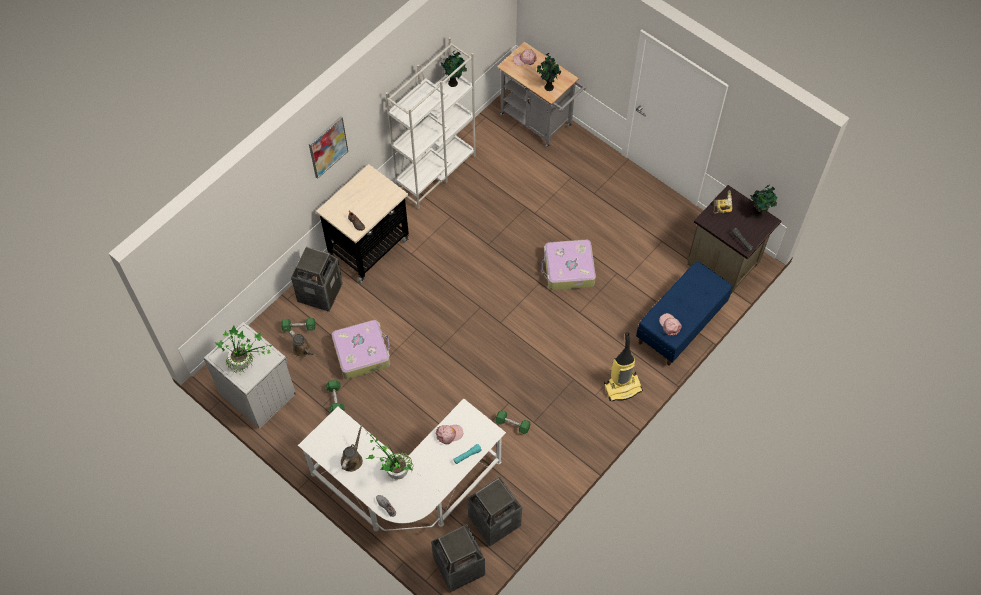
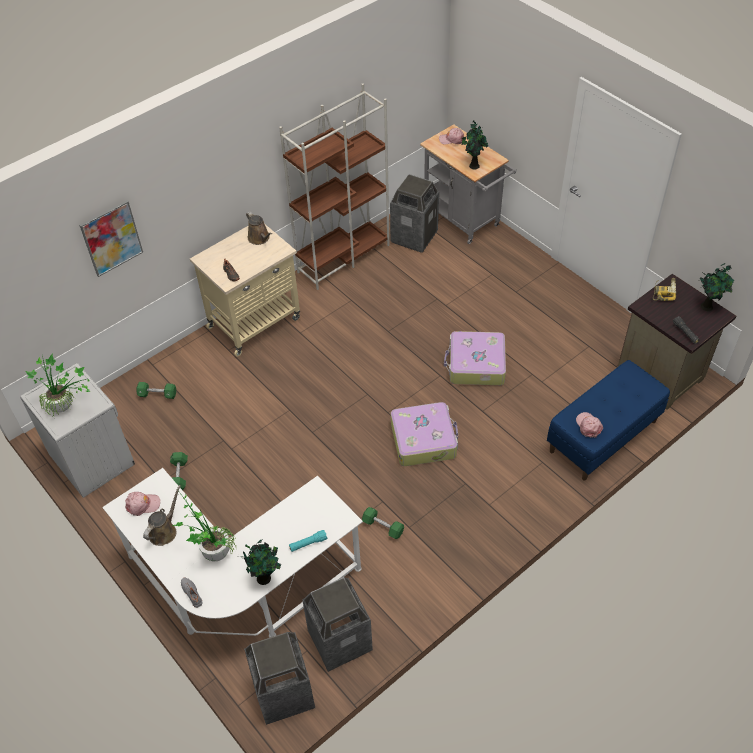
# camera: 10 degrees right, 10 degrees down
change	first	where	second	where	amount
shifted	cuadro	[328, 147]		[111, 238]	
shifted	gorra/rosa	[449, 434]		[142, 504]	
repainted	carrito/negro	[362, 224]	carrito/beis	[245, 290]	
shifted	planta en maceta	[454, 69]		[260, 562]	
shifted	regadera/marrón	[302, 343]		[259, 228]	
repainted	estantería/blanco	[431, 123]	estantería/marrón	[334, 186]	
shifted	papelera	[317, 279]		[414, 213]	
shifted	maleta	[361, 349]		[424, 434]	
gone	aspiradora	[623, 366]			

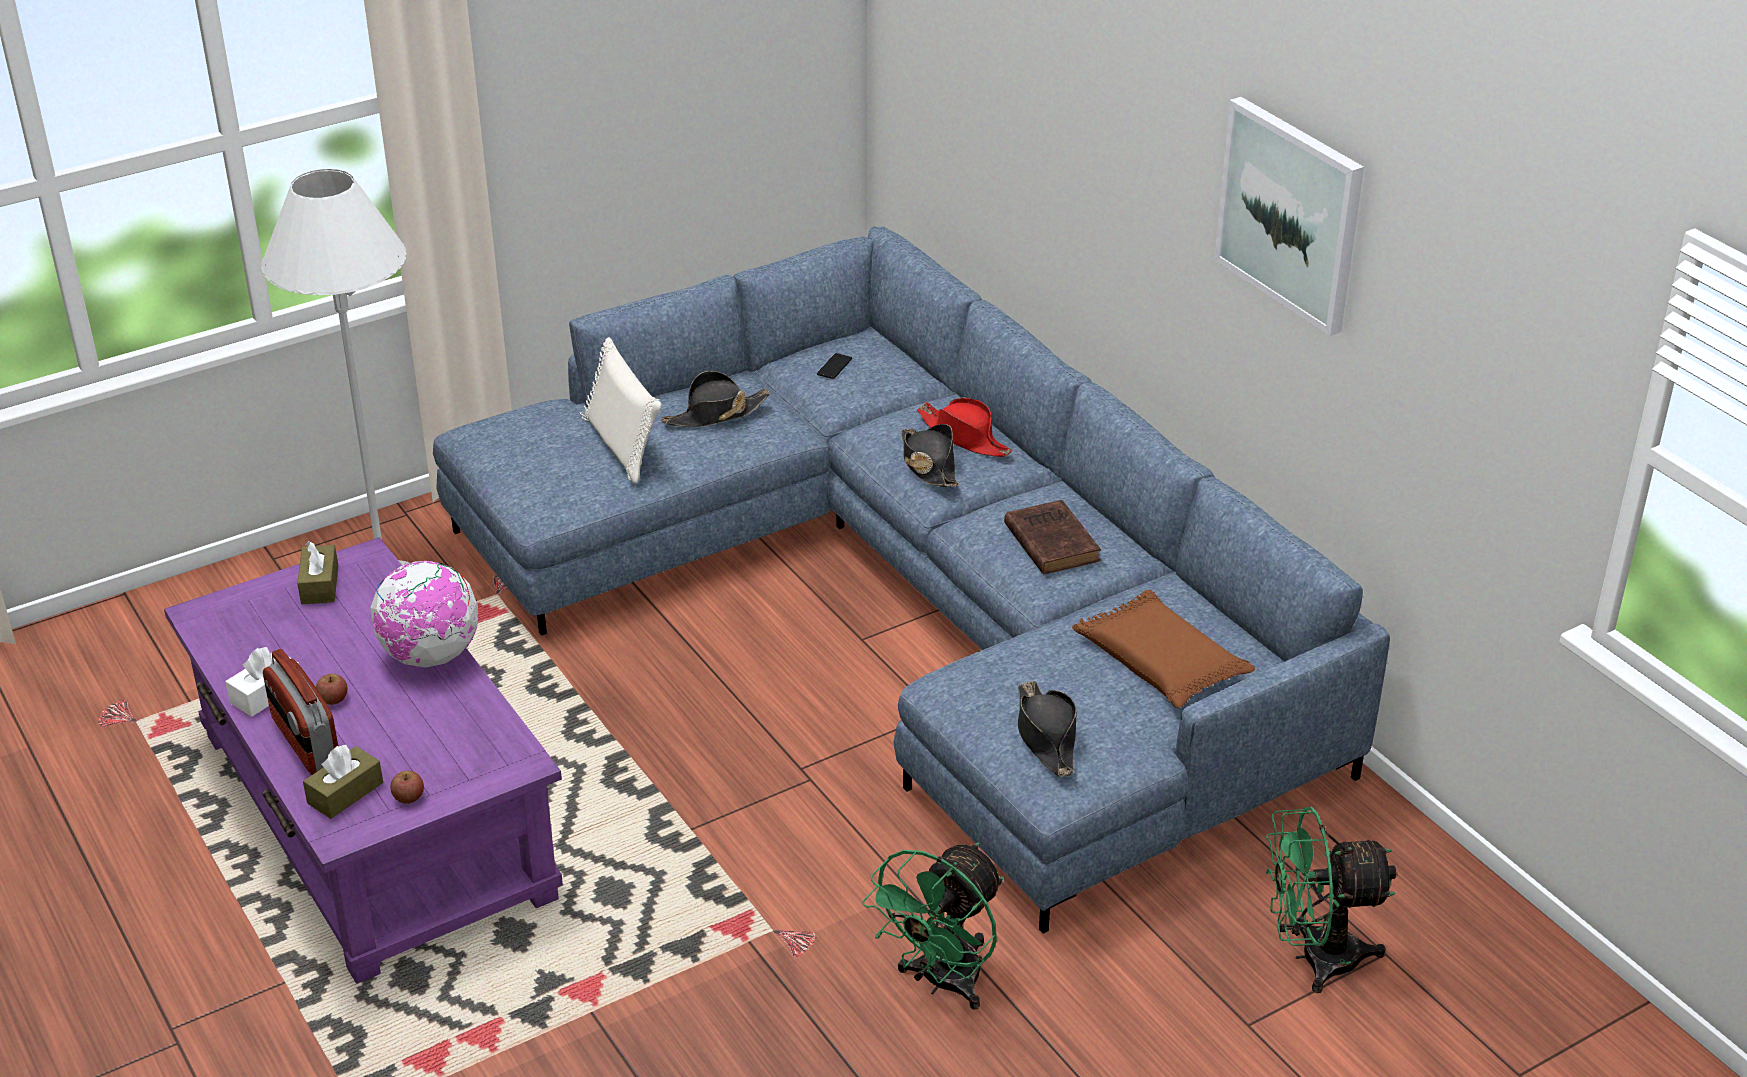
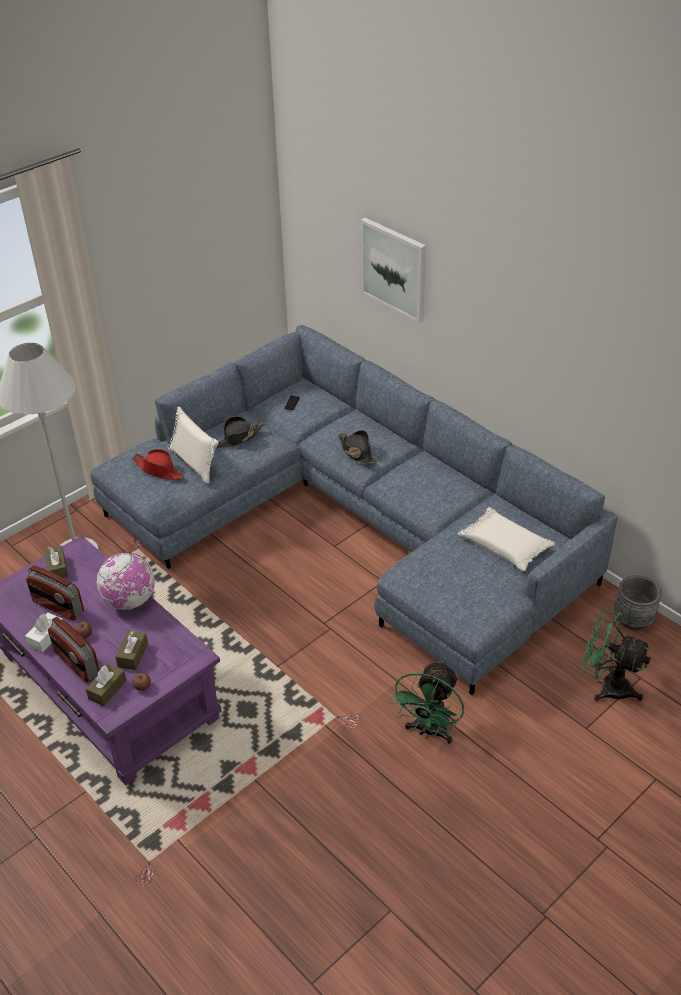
# camera: 10 degrees left, 5 degrees up
change	first	where	second	where	amount
new			radio	[55, 593]	
new			caja de pañuelos/marrón	[131, 650]	
shifted	sombrero/rojo	[964, 427]		[158, 464]	
shifted	cuadro	[1289, 216]		[393, 270]	
repainted	cojín/marrón	[1163, 648]	cojín/blanco	[506, 539]	
rotated	ventilador/verde	[1331, 900]		[616, 655]	45 degrees clockwise
new			maceta/gris	[638, 602]	
gone	libro/marrón	[1052, 537]			
gone	sombrero/negro	[1047, 729]			

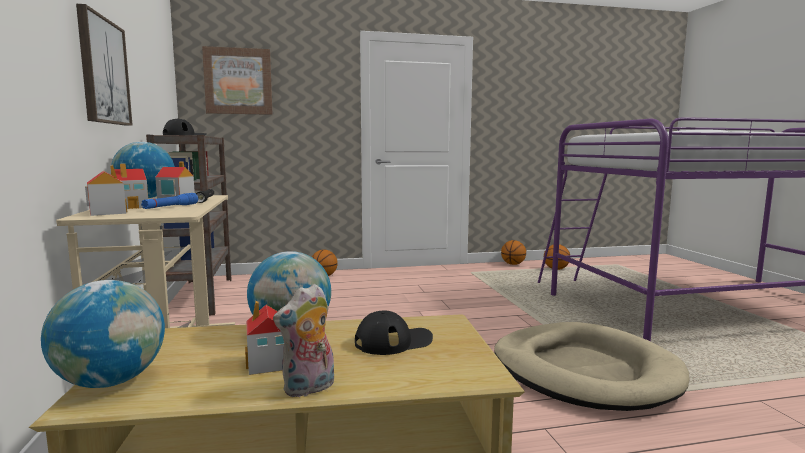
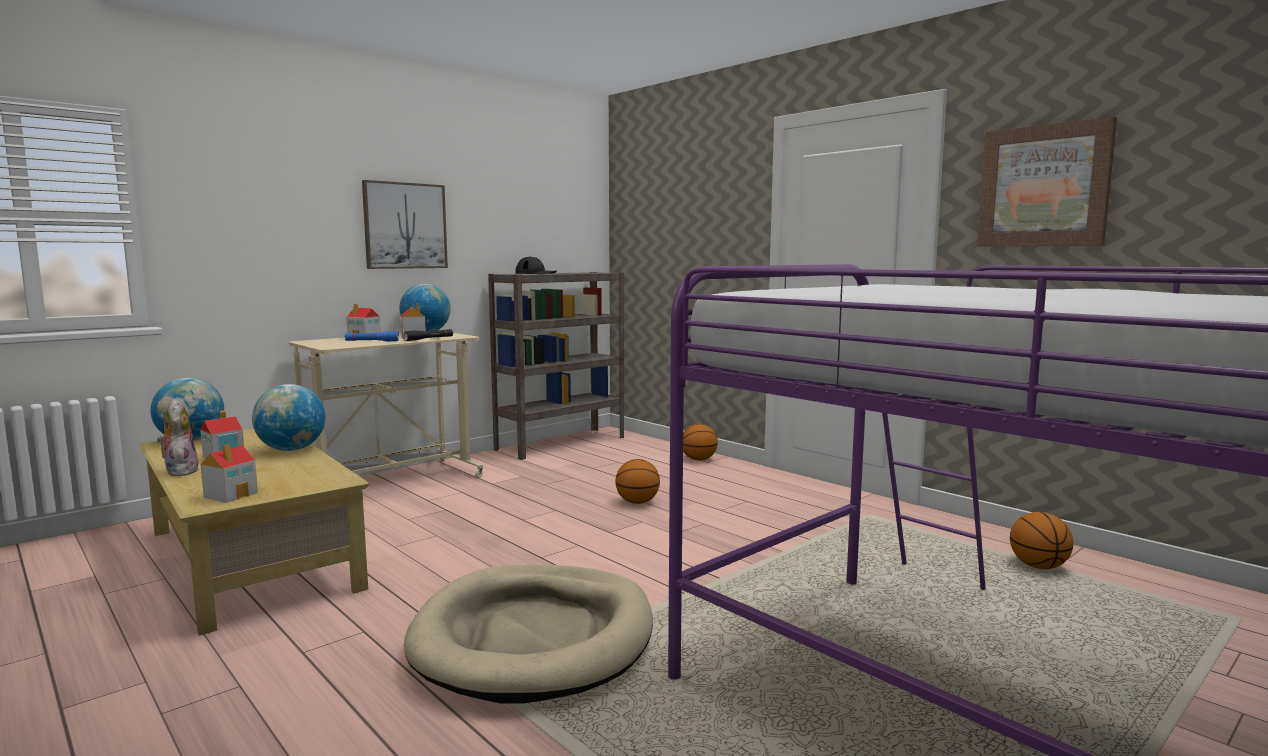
# camera: 60 degrees right, 0 degrees up
change	first	where	second	where	amount
rotated	peluche	[303, 341]		[178, 437]	45 degrees clockwise
shifted	casita	[106, 190]		[229, 473]	
shifted	balón de baloncesto	[513, 252]		[637, 481]	
shifted	cuadro	[237, 80]		[1047, 182]	
gone	gorra/negro	[394, 333]			

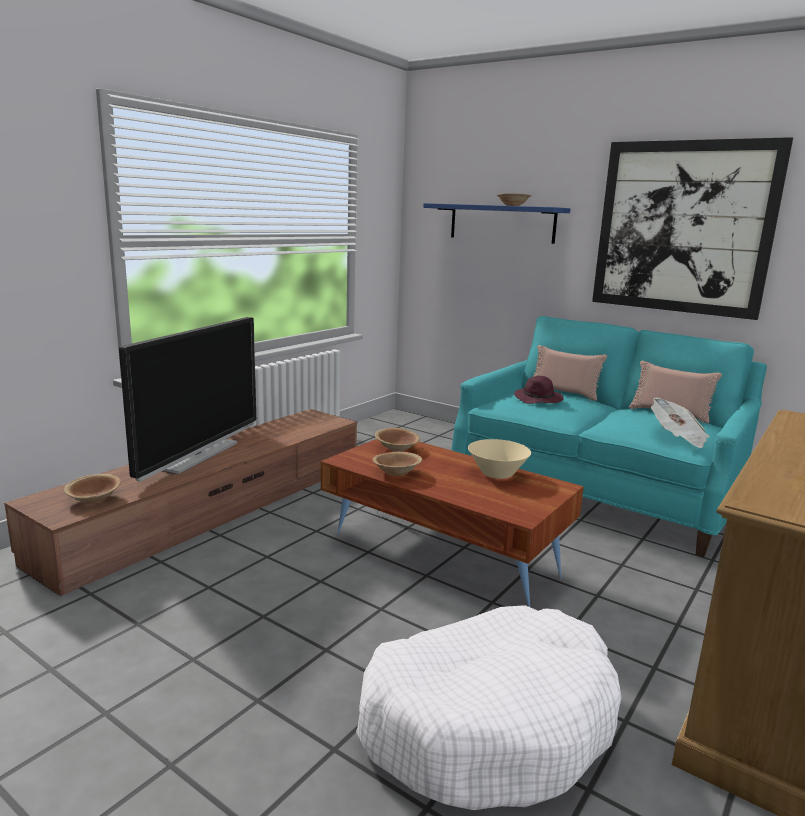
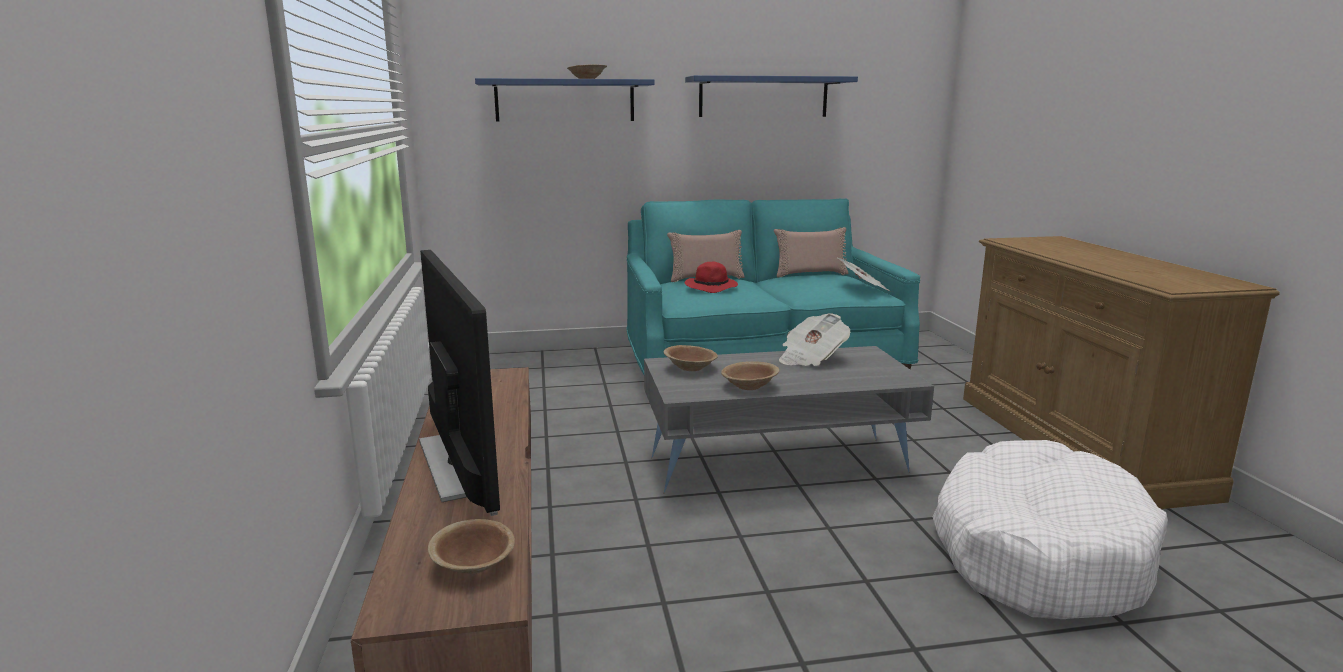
# camera: 45 degrees left, 0 degrees up
change	first	where	second	where	amount
repainted	mesa de centro/marrón	[452, 523]	mesa de centro/gris	[789, 419]	
repainted	sombrero/morado	[539, 390]	sombrero/rojo	[711, 277]	
swapped	cuadro	[692, 228]	estante/azul	[771, 96]	
swapped	cuenco/beis	[499, 459]	periódico	[814, 339]	

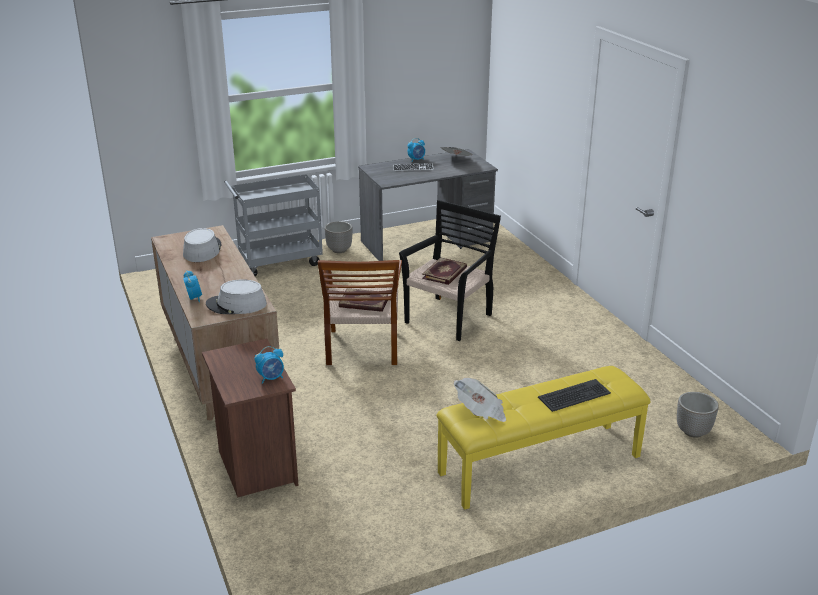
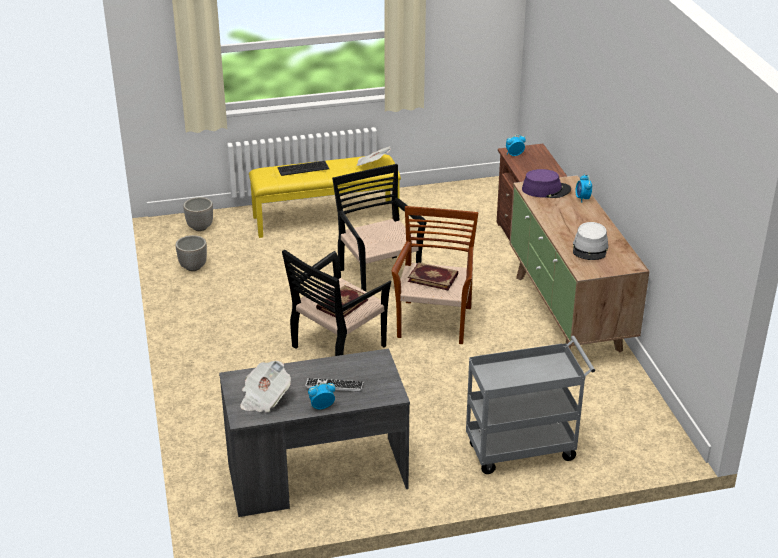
# camera: 170 degrees left, 5 degrees up
change	first	where	second	where	amount
shifted	maceta	[339, 237]		[191, 253]	
new			sillón/negro	[379, 227]	
repainted	sombrero/gris	[236, 296]	sombrero/morado	[546, 183]	

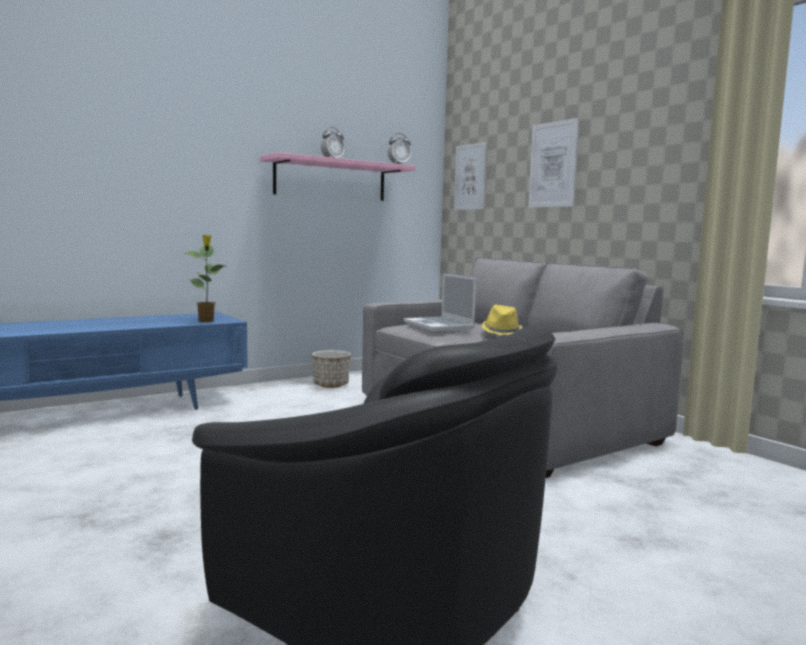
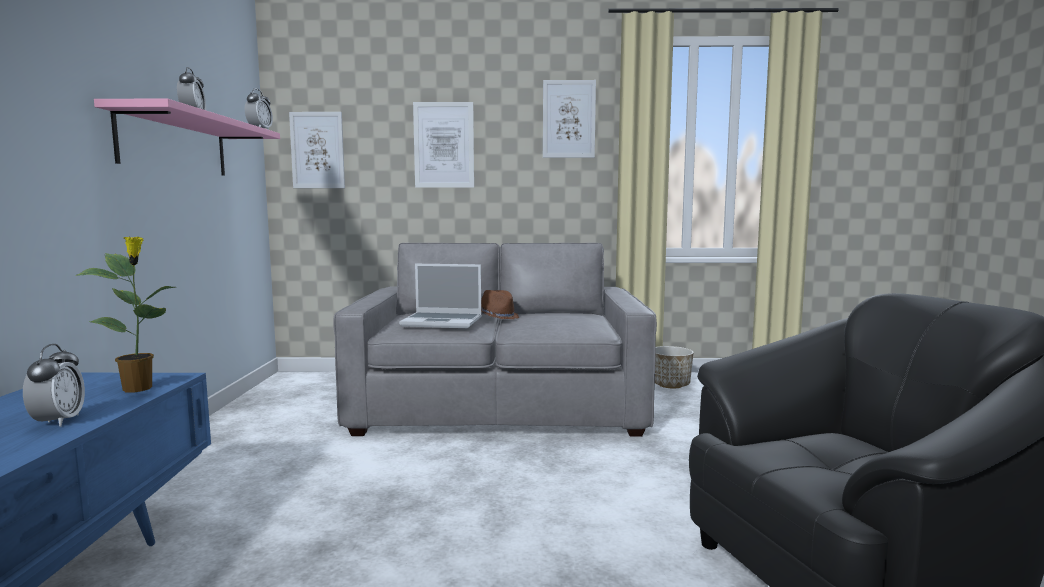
# camera: 55 degrees left, 0 degrees up
change	first	where	second	where	amount
new			despertador	[54, 385]	
repainted	sombrero/amarillo	[502, 320]	sombrero/marrón	[500, 304]	
new			cuadro	[569, 119]	
shifted	maceta	[331, 369]		[674, 367]	

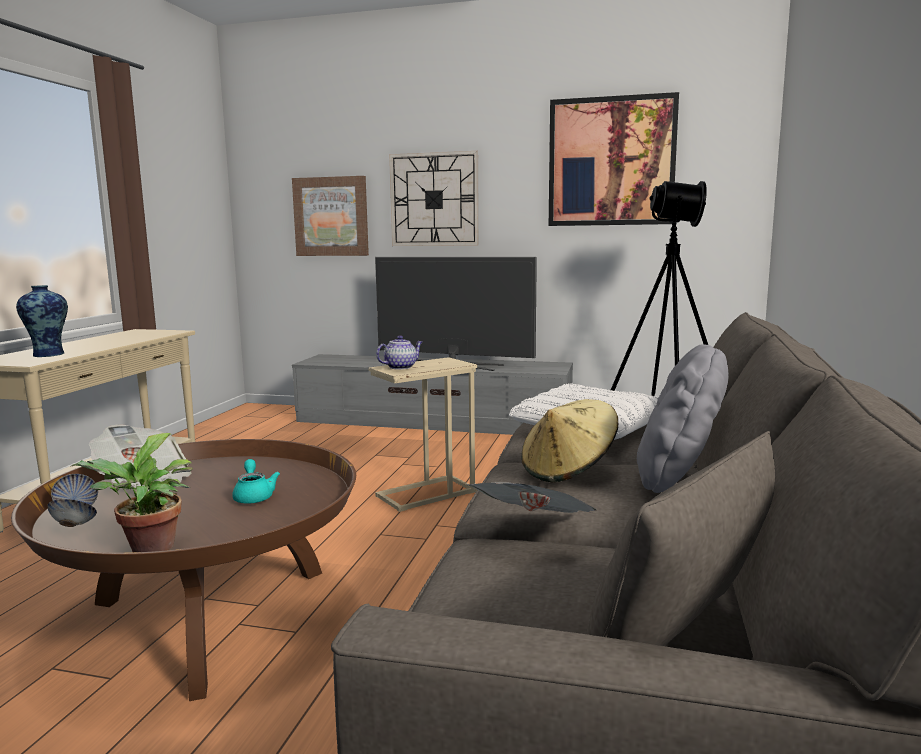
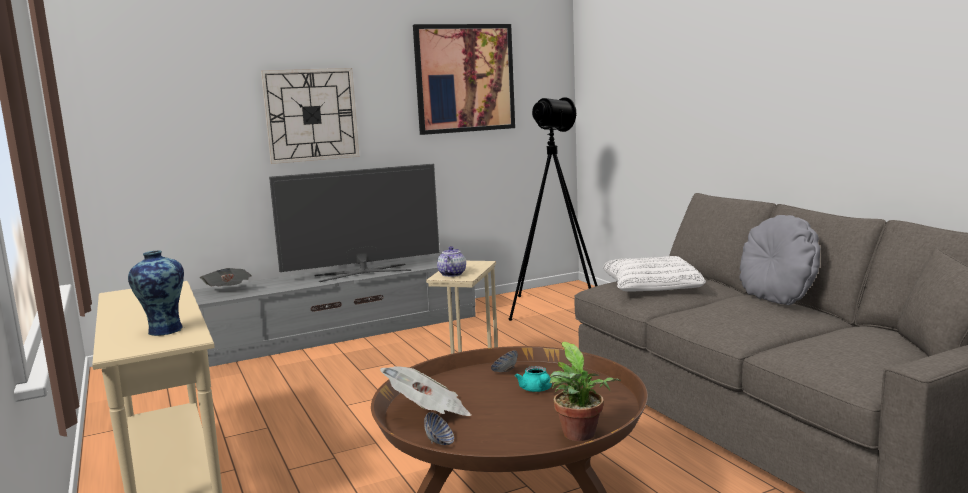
# camera: 40 degrees left, 0 degrees up
change	first	where	second	where	amount
shifted	periódico	[531, 497]		[226, 277]	
shifted	cuenco	[72, 513]		[504, 361]	
rotated	tetera/turquesa	[256, 481]		[533, 379]	135 degrees counterclockwise
gone	cuadro	[330, 216]			
gone	sombrero/beis	[570, 440]			

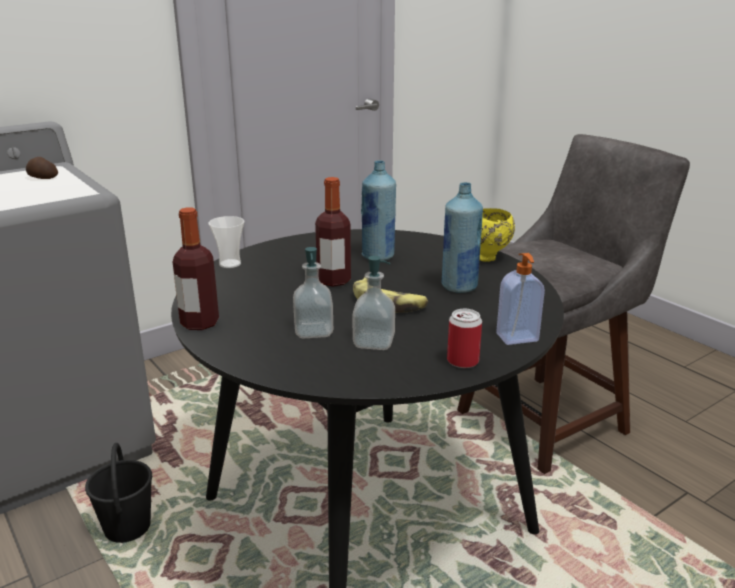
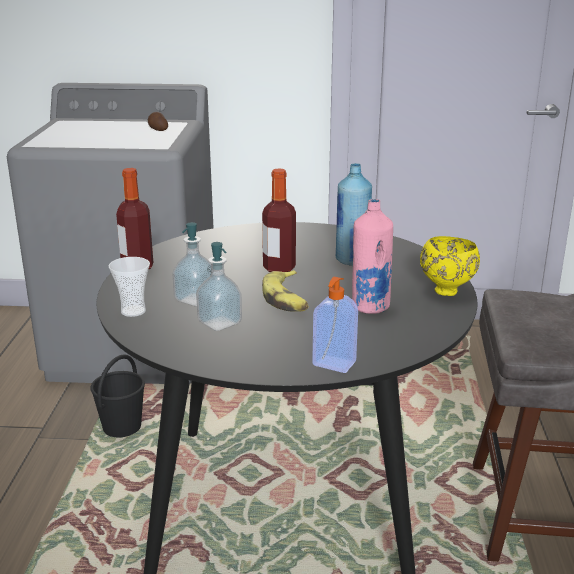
# camera: 40 degrees right, 0 degrees up
change	first	where	second	where	amount
shifted	taza	[227, 242]		[129, 287]	
repainted	botella/azul	[462, 237]	botella/rosa	[372, 256]	
gone	lata	[464, 338]			

